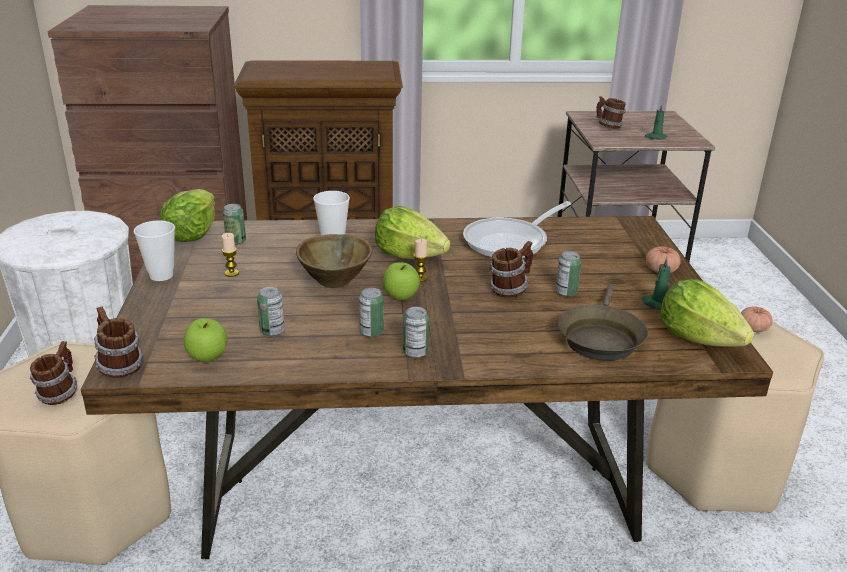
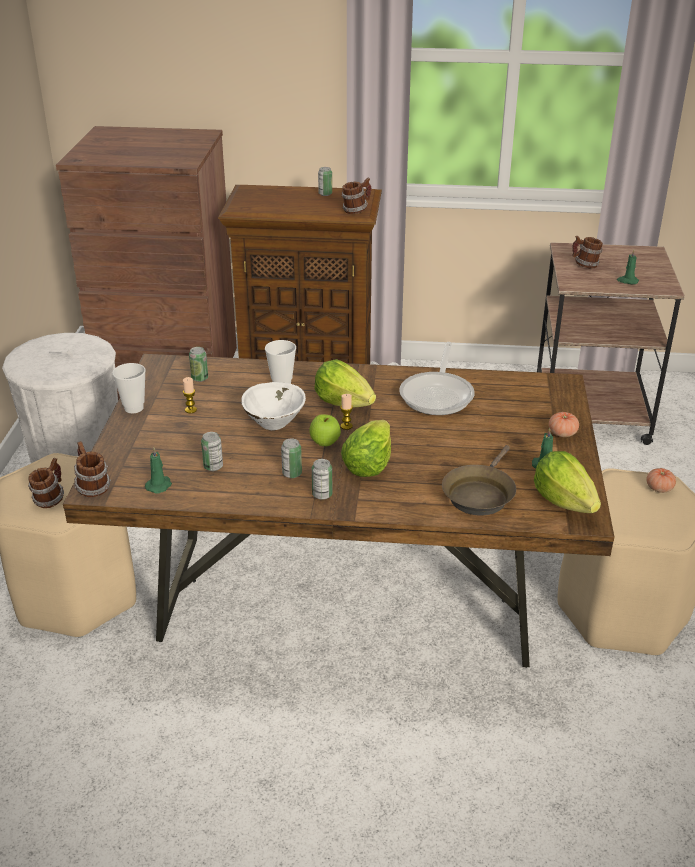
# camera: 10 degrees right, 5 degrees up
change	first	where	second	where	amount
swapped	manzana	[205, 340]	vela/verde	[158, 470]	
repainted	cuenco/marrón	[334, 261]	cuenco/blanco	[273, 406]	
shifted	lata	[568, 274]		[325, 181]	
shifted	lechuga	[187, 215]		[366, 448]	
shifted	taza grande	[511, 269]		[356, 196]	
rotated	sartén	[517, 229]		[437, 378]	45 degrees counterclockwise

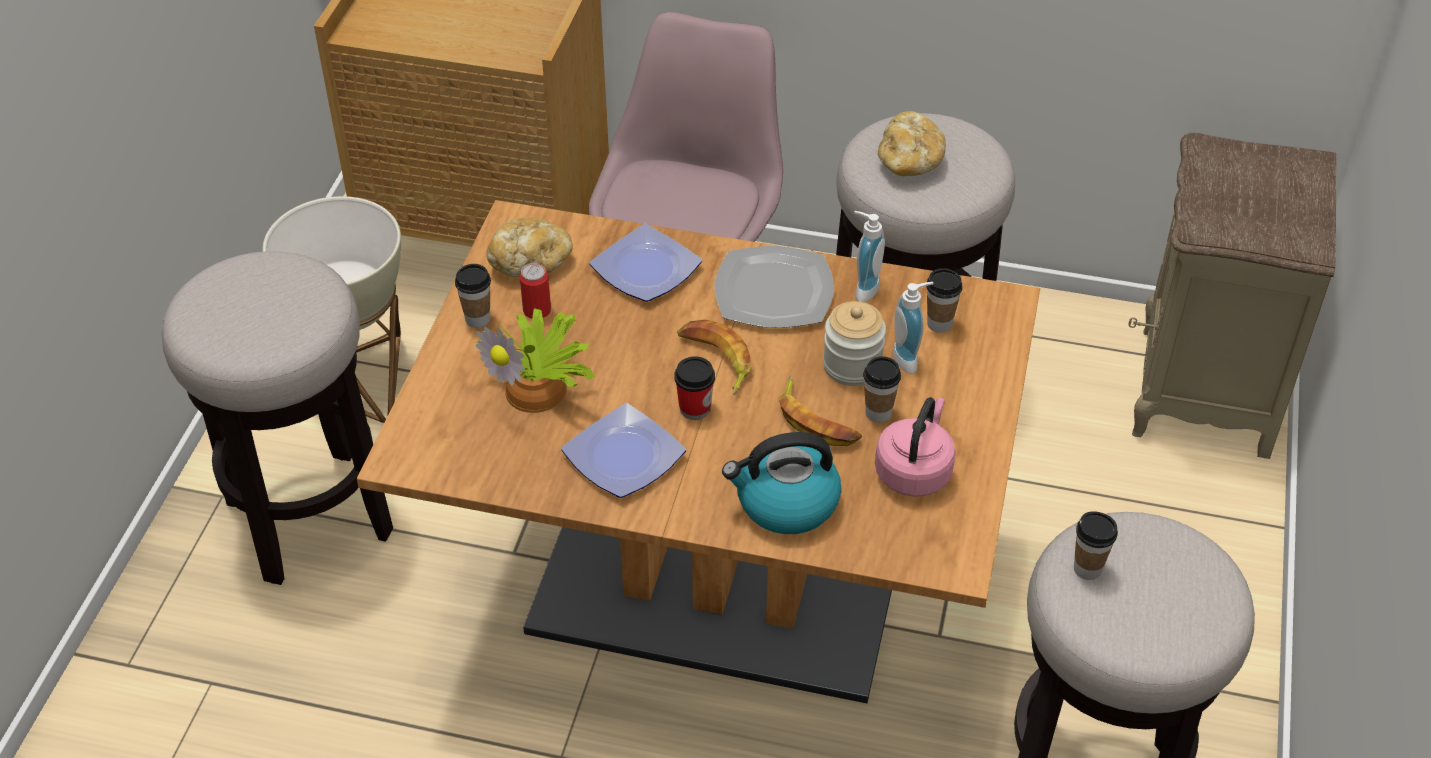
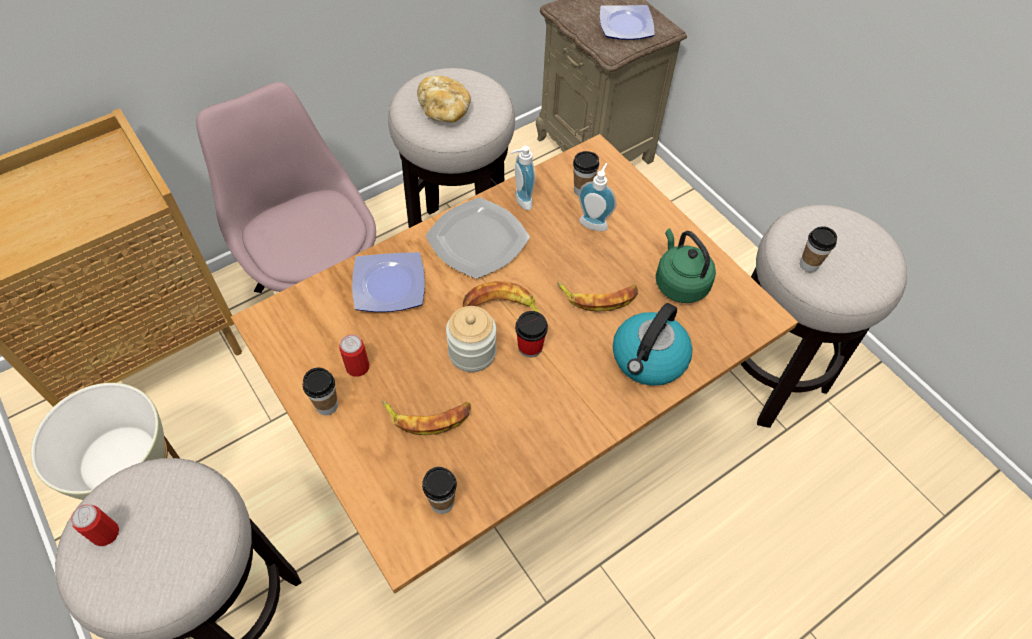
# camera: 50 degrees left, 10 degrees up
change	first	where	second	where	amount
new			lata	[95, 525]	
swapped	planta en maceta	[535, 360]	plátano	[426, 417]	
shifted	taza	[882, 389]		[439, 490]	
shifted	tarro	[854, 343]		[471, 339]	
shifted	plato	[623, 450]		[627, 22]	
repainted	hervidor/rosa	[915, 447]	hervidor/verde	[686, 266]	
gone	pan	[530, 247]			

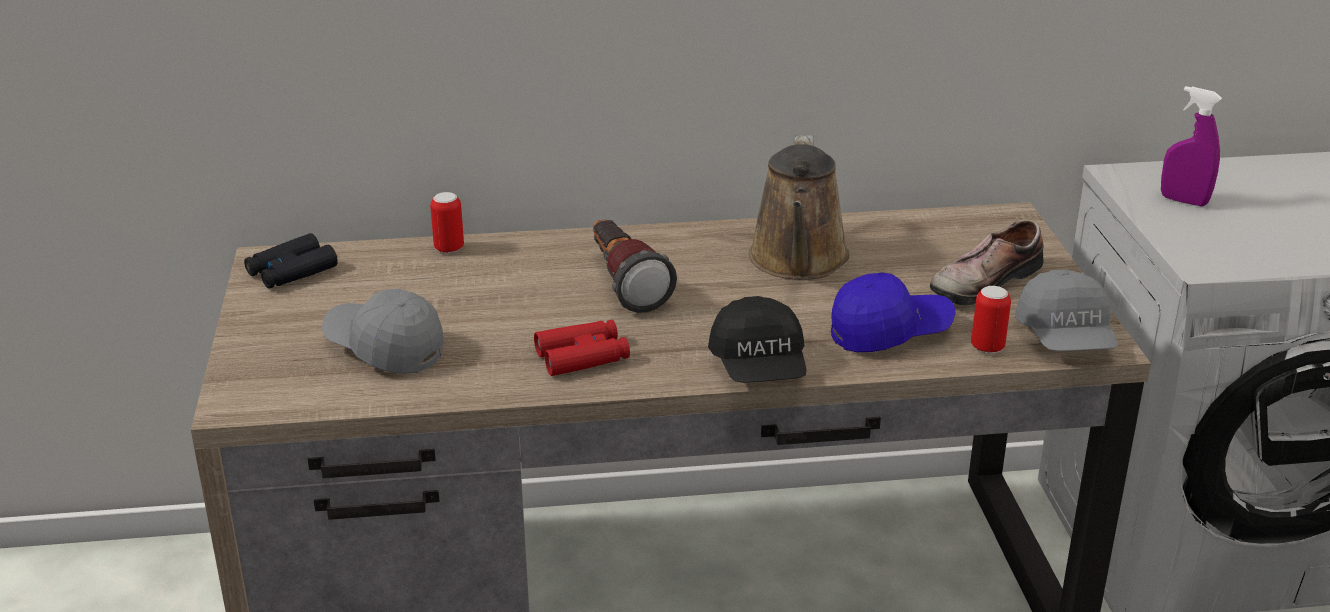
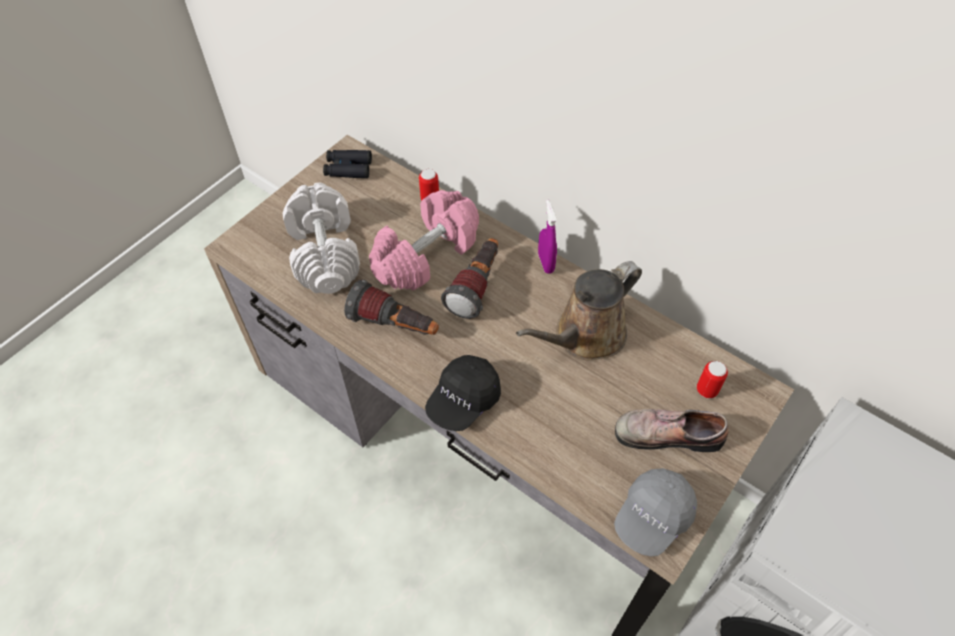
# camera: 45 degrees right, 25 degrees up
change	first	where	second	where	amount
swapped	gorra/gris	[382, 331]	mancuerna/blanco	[321, 238]	
swapped	prismáticos/rojo	[582, 348]	linterna	[391, 307]	
new			mancuerna/rosa	[424, 240]	
shifted	pulverizador/morado	[1191, 146]		[547, 237]	
shifted	lata	[991, 320]		[712, 380]	
gone	gorra/azul	[893, 312]			

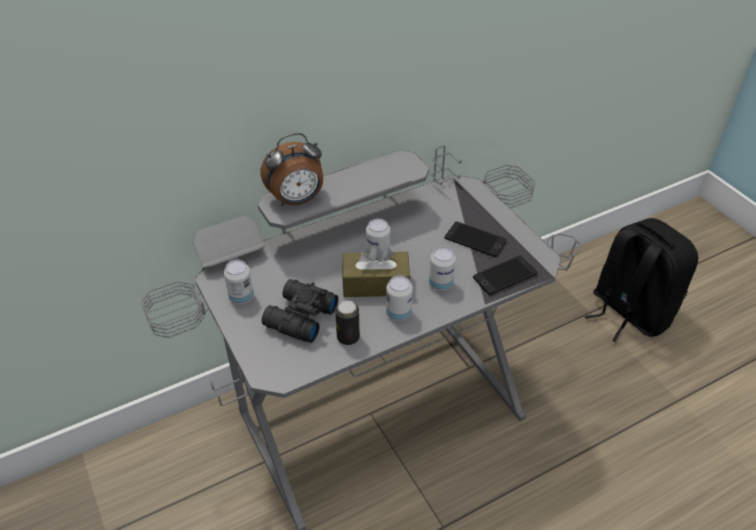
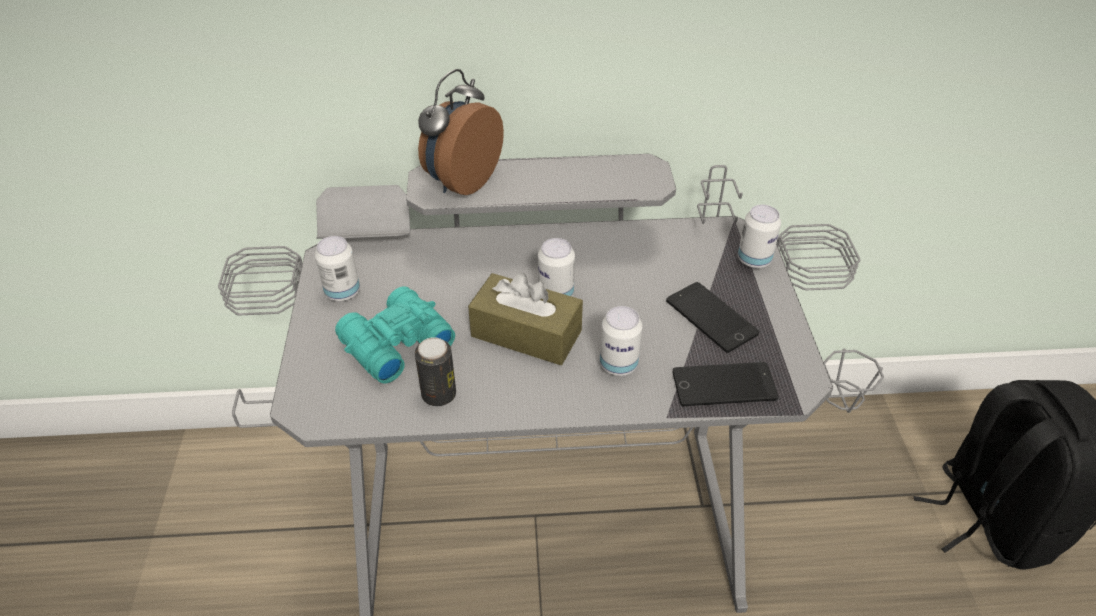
# camera: 25 degrees right, 0 degrees up
change	first	where	second	where	amount
repainted	prismáticos/negro	[300, 311]	prismáticos/turquesa	[395, 335]	
rotated	despertador	[291, 169]		[461, 132]	120 degrees clockwise
shifted	lata	[399, 298]		[759, 236]	

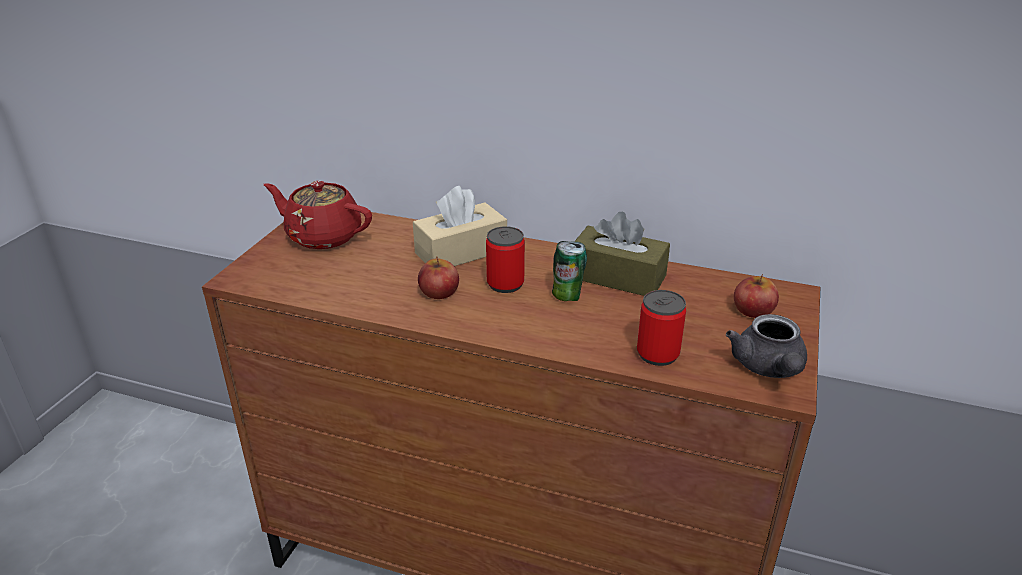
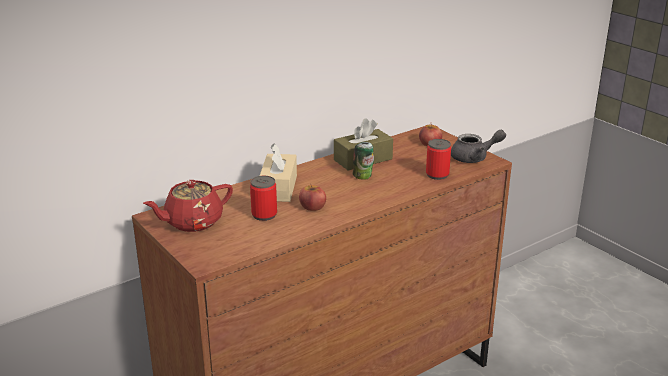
# camera: 55 degrees left, 5 degrees down
change	first	where	second	where	amount
shifted	lata	[505, 259]		[263, 198]	
rotated	tetera/gris	[766, 346]		[478, 146]	45 degrees counterclockwise

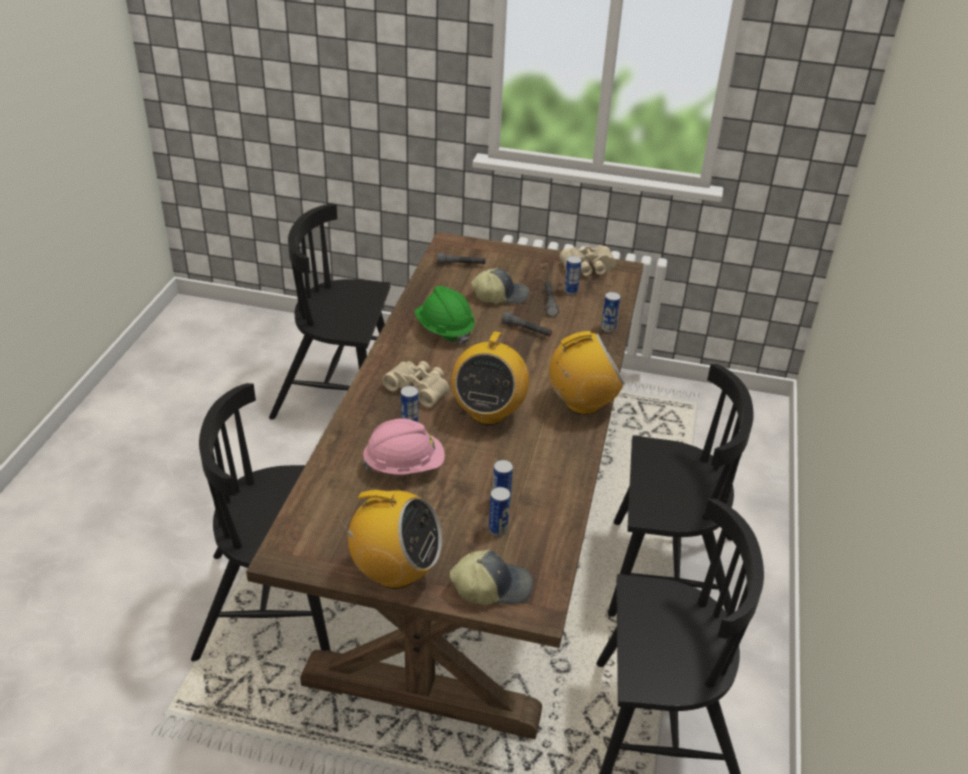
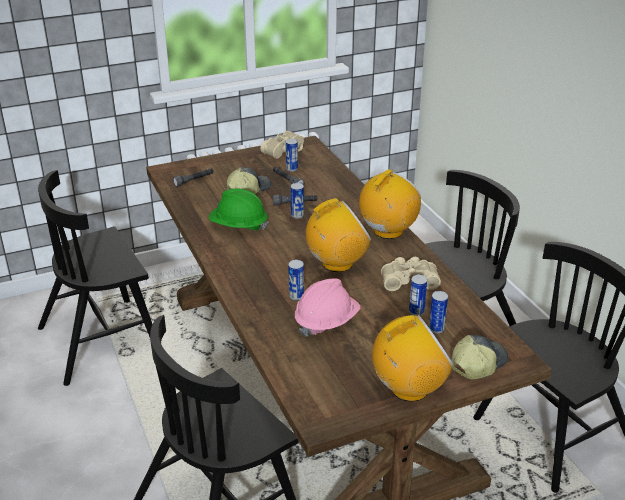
# camera: 35 degrees left, 5 degrees down
change	first	where	second	where	amount
shifted	lata	[611, 312]		[297, 201]	
rotated	radio	[490, 377]		[338, 235]	90 degrees counterclockwise
shifted	prismáticos/beis	[415, 384]		[411, 274]	

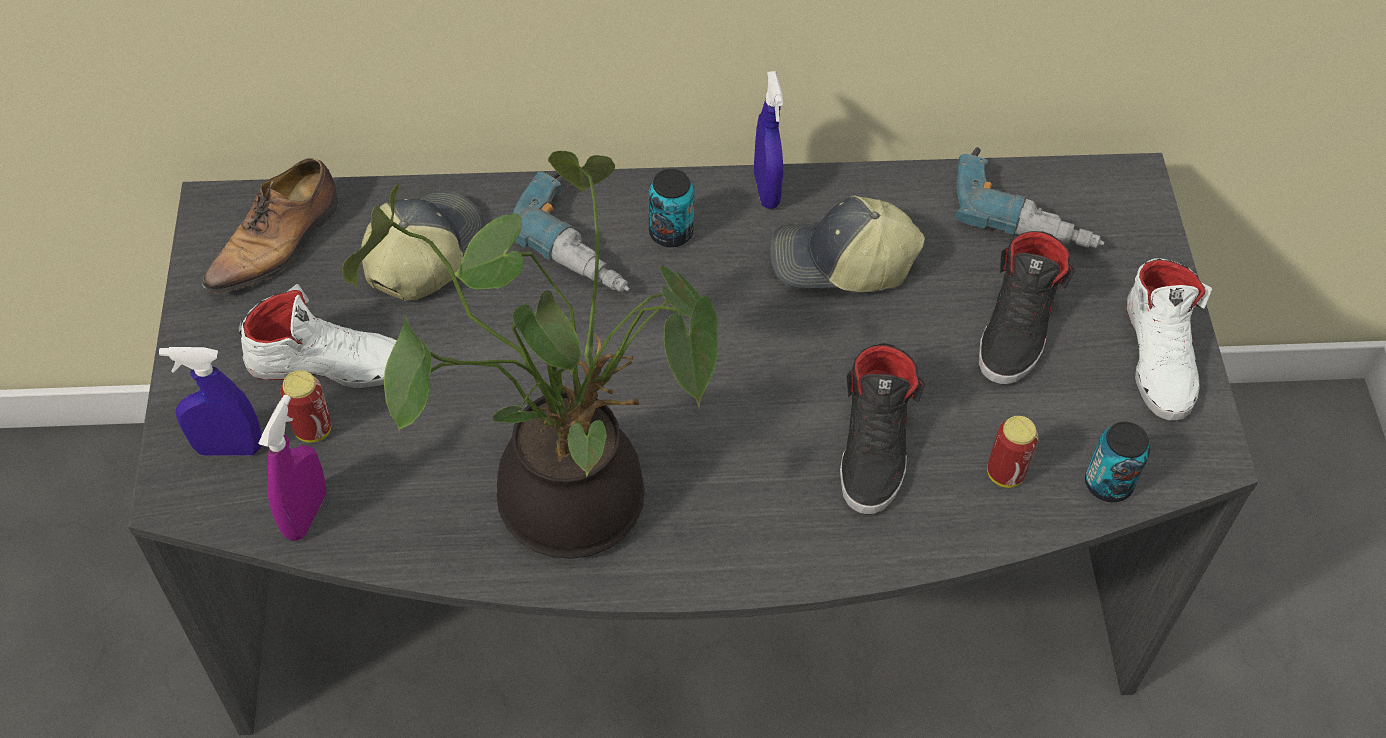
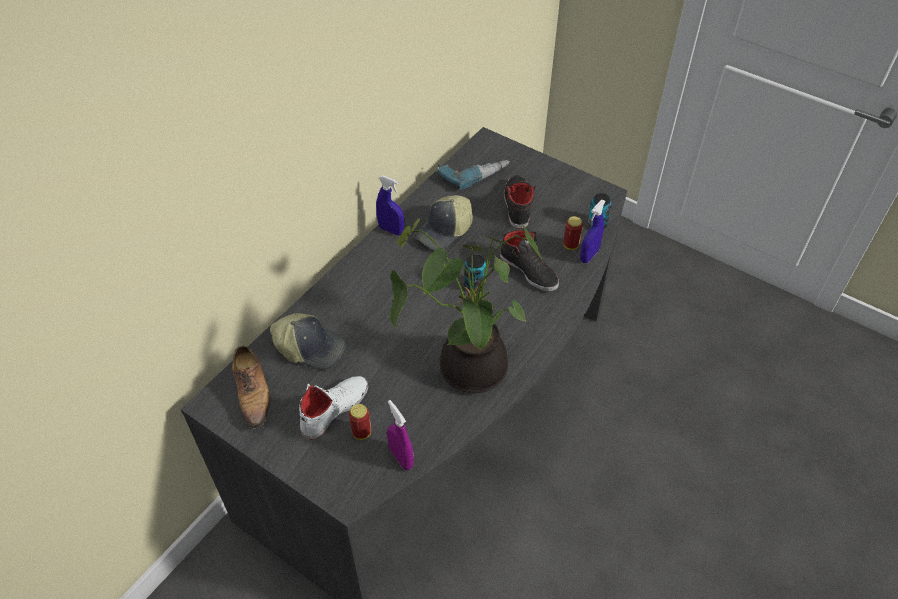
# camera: 50 degrees left, 5 degrees down
change	first	where	second	where	amount
rotated	gorra	[423, 246]		[308, 341]	135 degrees clockwise
shifted	lata	[672, 208]		[475, 273]	
rotated	zapato/negro	[1027, 307]		[520, 202]	150 degrees counterclockwise
shifted	pulverizador/azul	[210, 401]		[593, 231]	
gone	taladro	[571, 231]			
gone	zapato/blanco	[1169, 339]			

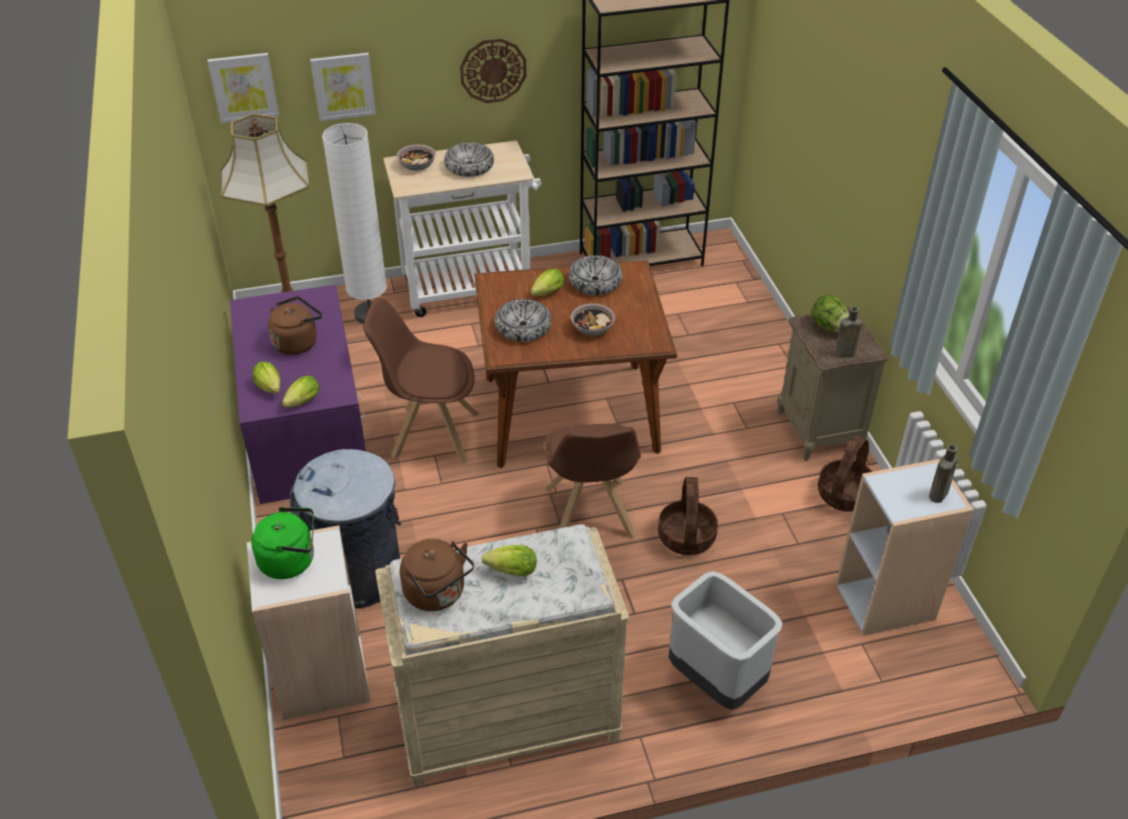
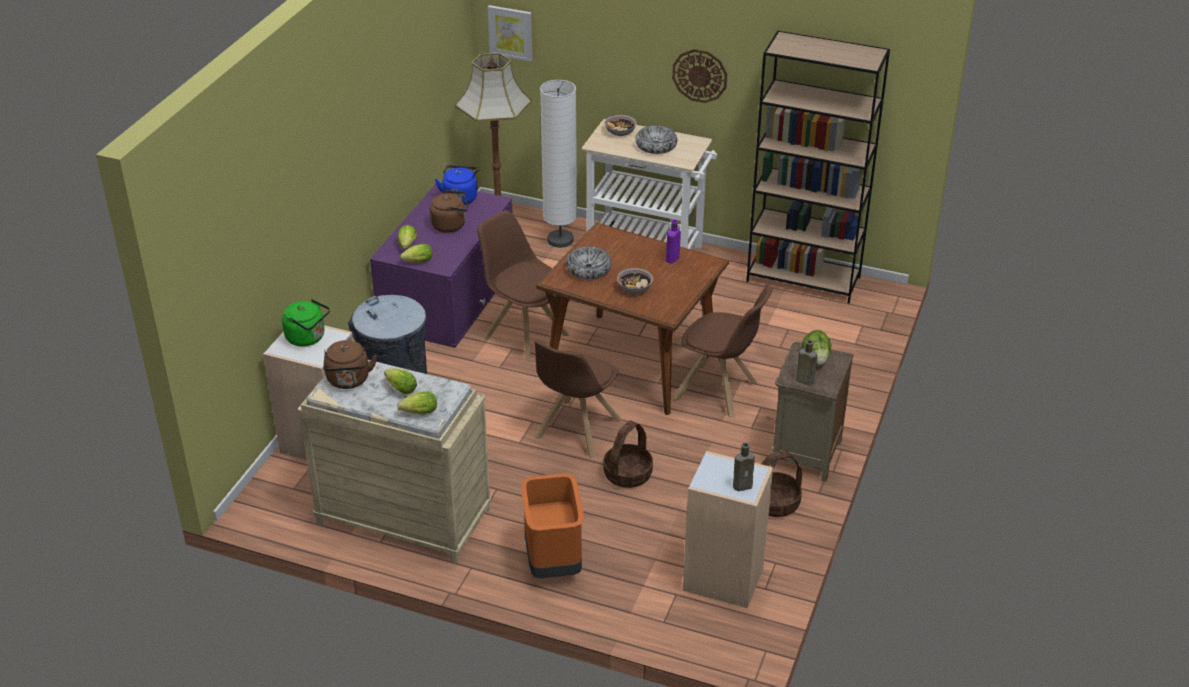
# camera: 35 degrees right, 5 degrees down
change	first	where	second	where	amount
shifted	lechuga	[547, 282]		[417, 402]	
new			hervidor/azul	[457, 185]	
repainted	papelera/gris	[726, 640]	papelera/naranja	[552, 525]	
swapped	cuenco	[595, 275]	botella/morado	[673, 241]	
new			silla/marrón	[723, 352]	
gone	cuadro	[343, 87]			

